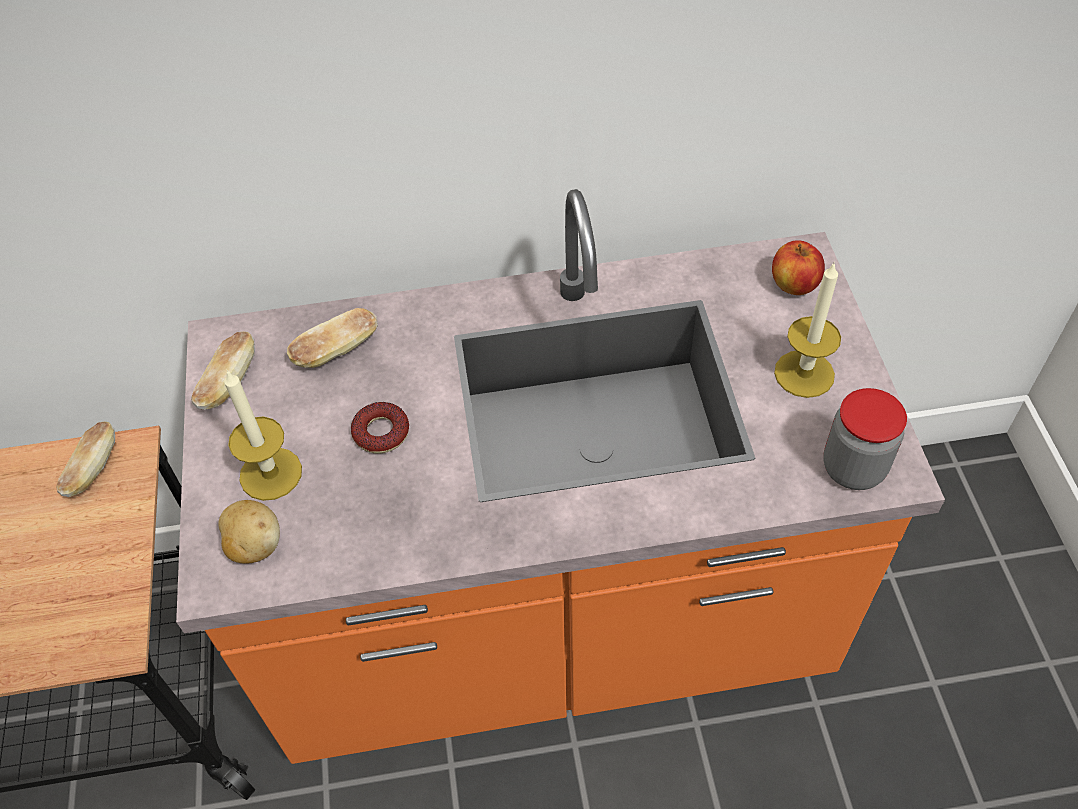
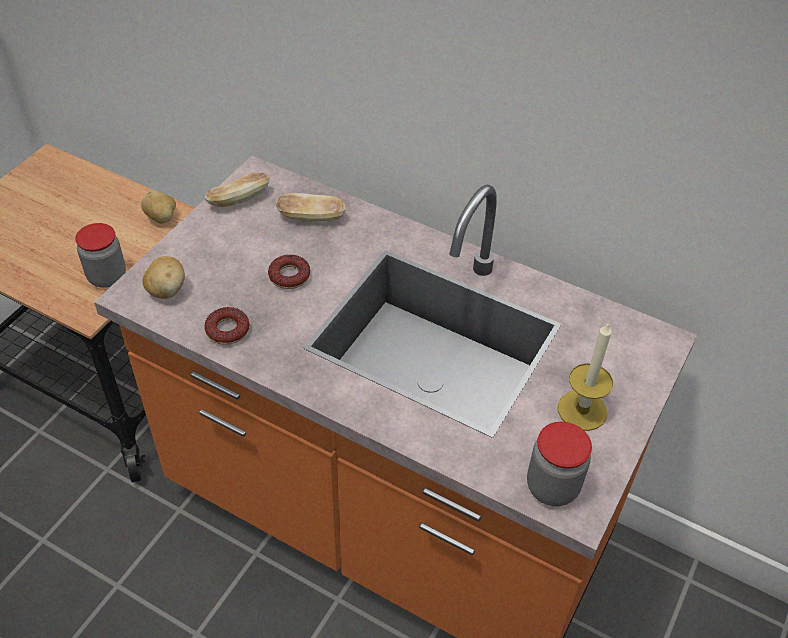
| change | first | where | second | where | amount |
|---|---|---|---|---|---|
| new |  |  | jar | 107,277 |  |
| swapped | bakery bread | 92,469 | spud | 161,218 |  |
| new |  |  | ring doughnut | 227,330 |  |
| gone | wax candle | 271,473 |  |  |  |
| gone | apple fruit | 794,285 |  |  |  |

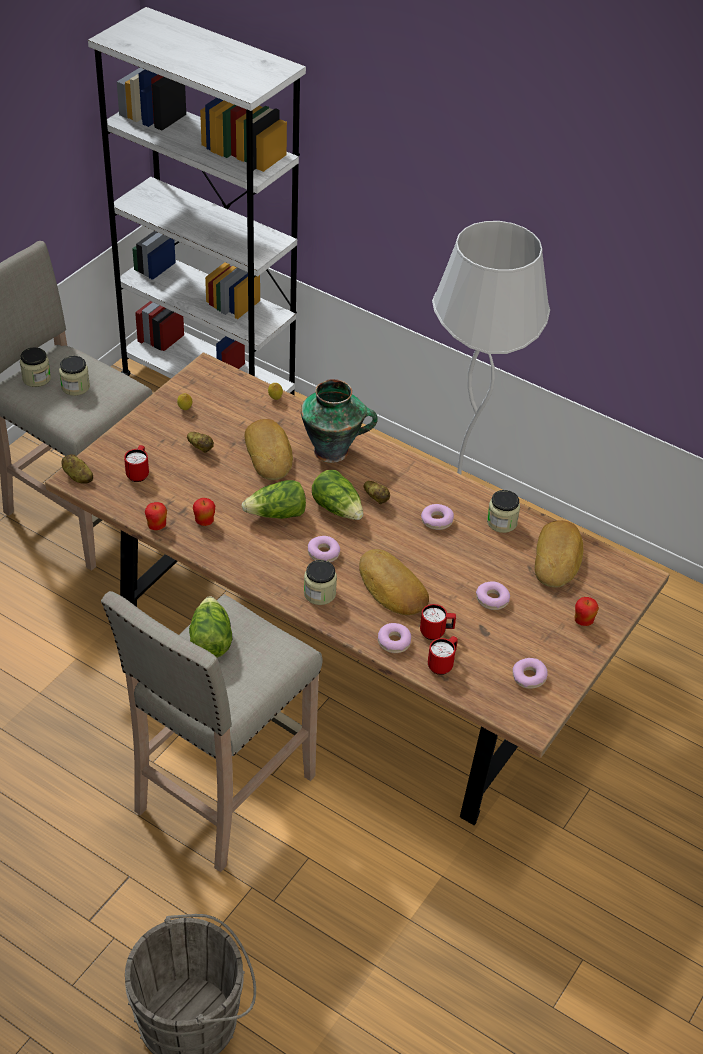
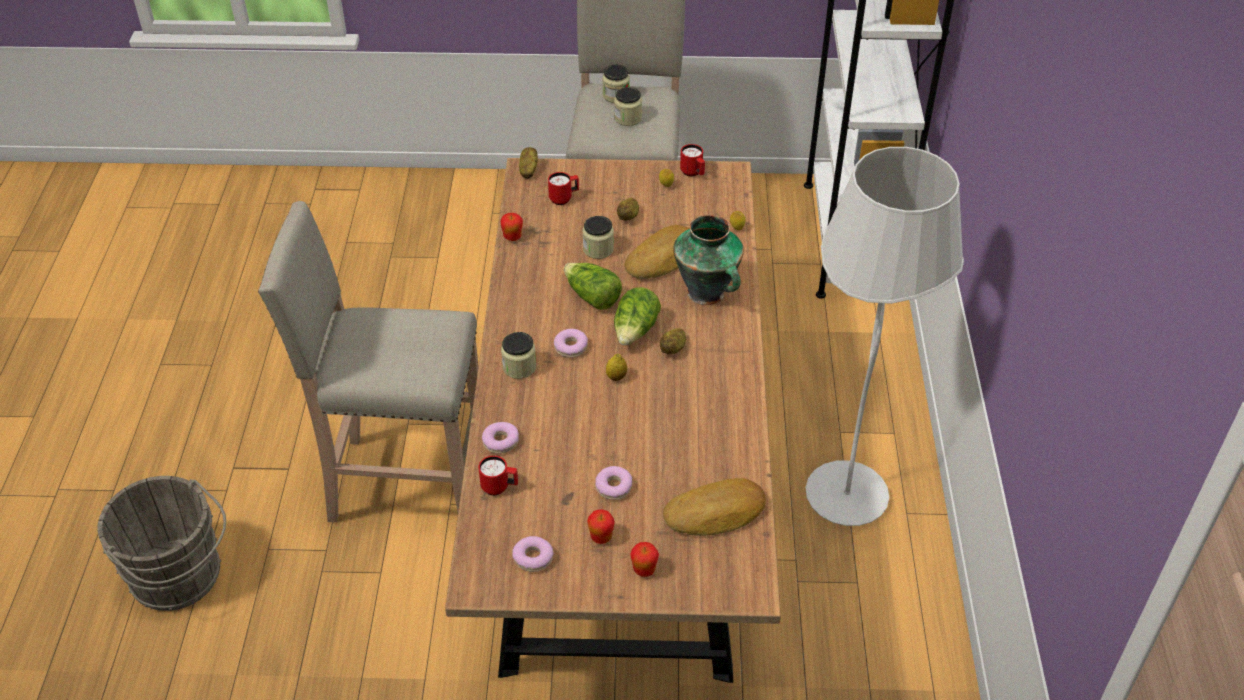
| change | first | where | second | where | amount |
|---|---|---|---|---|---|
| shifted | jar | 501,522 |  | 598,249 |  |
| shifted | apple fruit | 204,522 |  | 601,537 |  |
| new |  |  | lemon | 616,377 |  |
| shifted | red-coloured coffee mug | 436,632 |  | 693,173 |  |
| gone | lettuce head | 210,640 |  |  |  |
| gone | bakery bread | 391,588 |  |  |  |
| gone | ring doughnut | 437,521 |  |  |  |

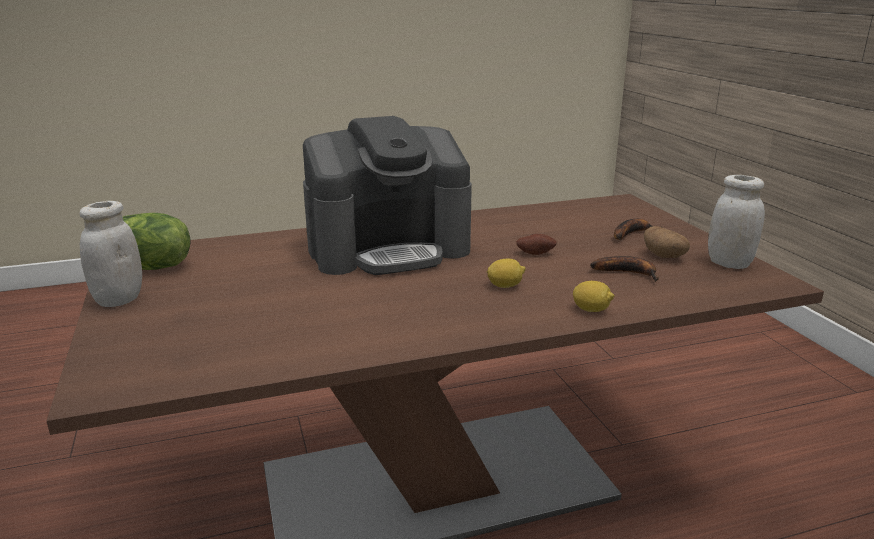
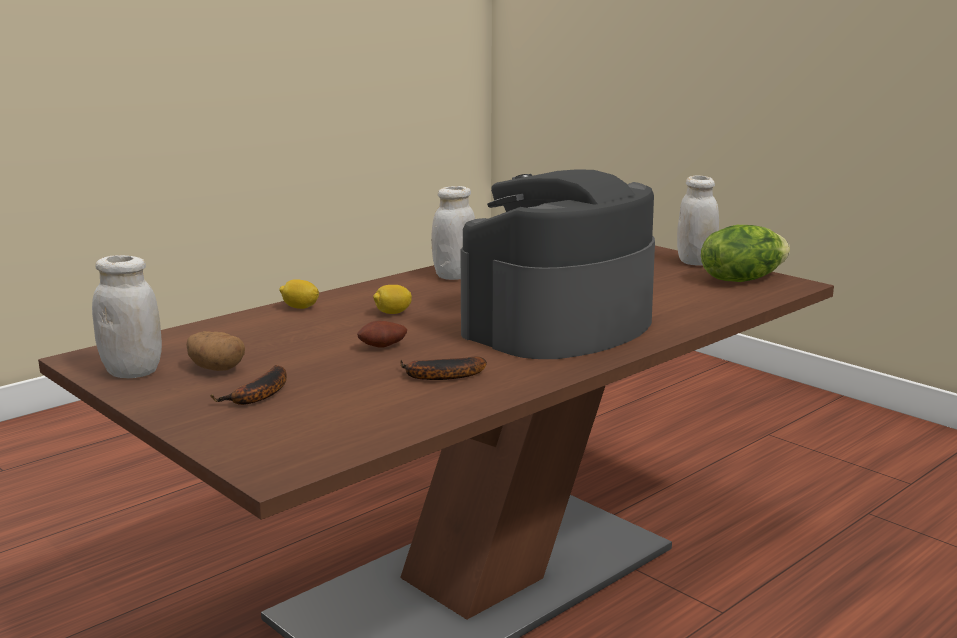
| change | first | where | second | where | amount |
|---|---|---|---|---|---|
| shifted | banana fruit | 628,273 |  | 439,376 |  |
| new |  |  | white-coloured jar | 454,276 |  |

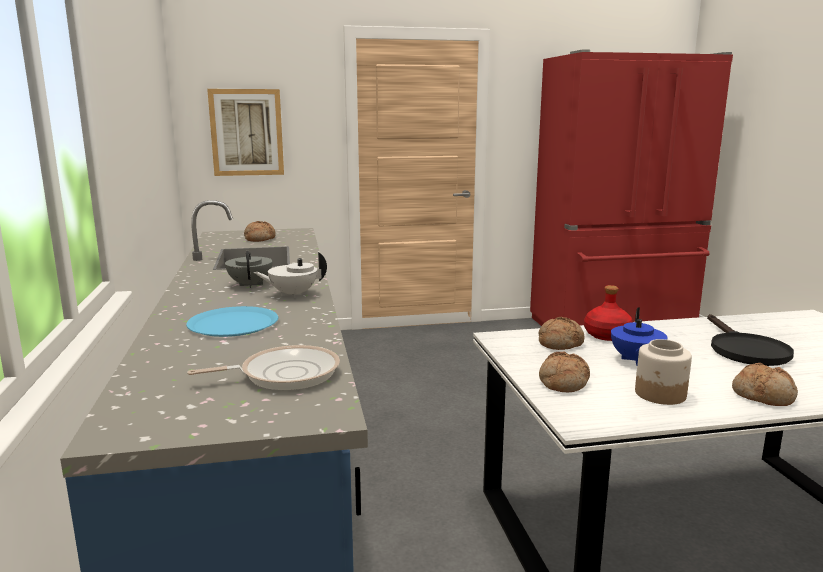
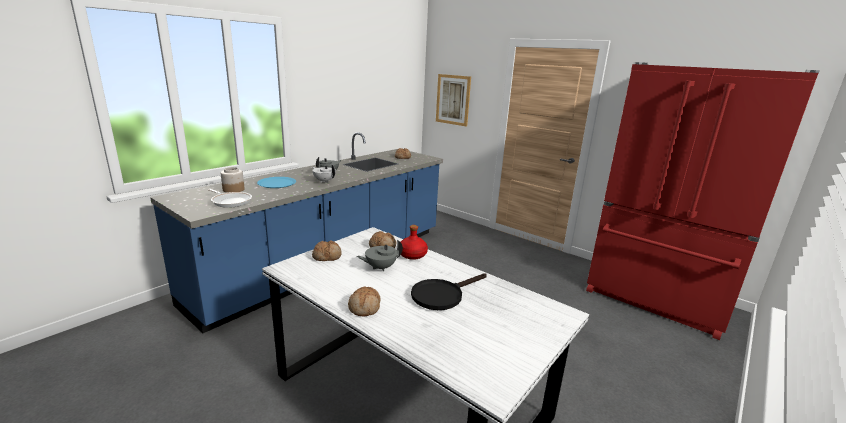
| change | first | where | second | where | amount |
|---|---|---|---|---|---|
| shifted | jar | 660,394 |  | 233,190 |  |
| repainted | bluish pot for tea | 635,360 | greyish pot for tea | 380,267 |  |

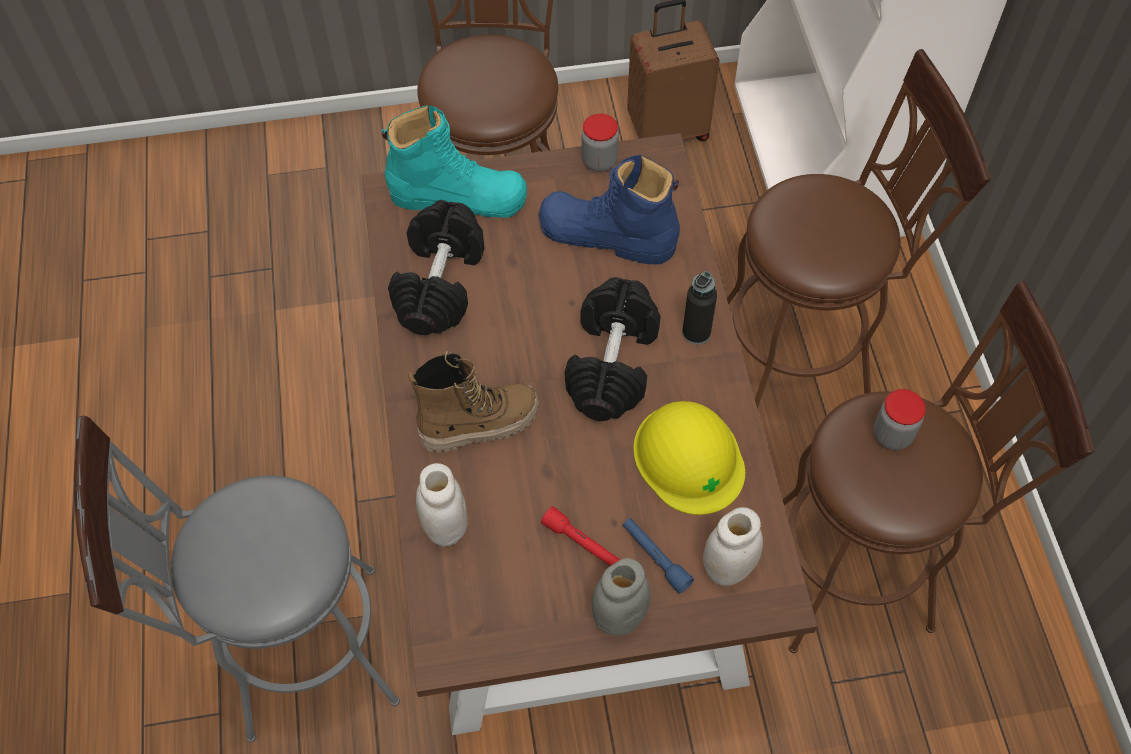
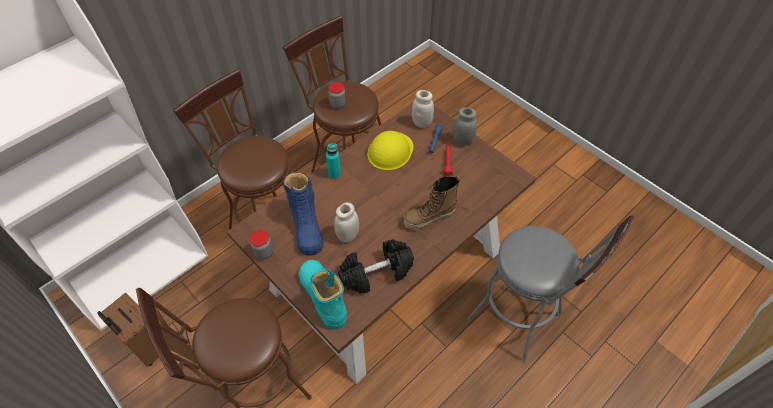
| change | first | where | second | where | amount |
|---|---|---|---|---|---|
| repainted | black-coloured bottle | 696,332 | turquoise bottle | 334,174 |  |
| shifted | white-coloured jar | 445,527 |  | 348,235 |  |
| rotated | high-top boot | 479,424 |  | 429,218 | 60 degrees counterclockwise |
| gone | black-coloured dumbbell | 612,364 |  |  |  |

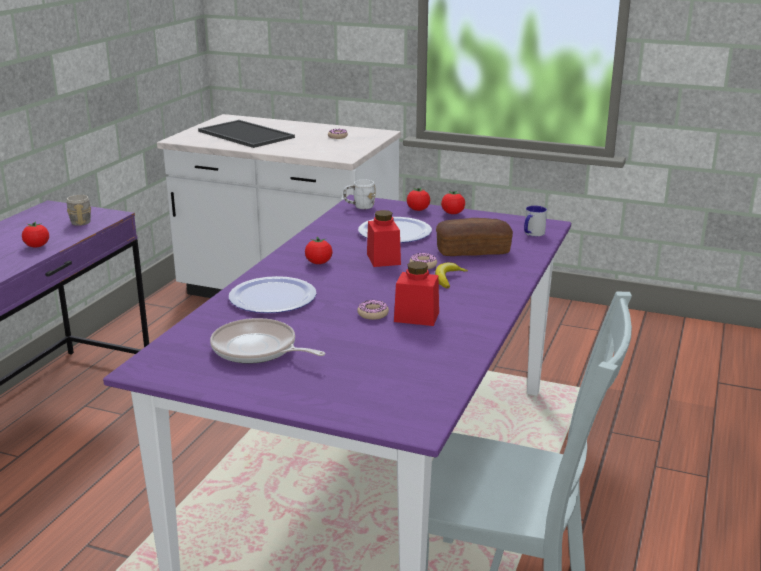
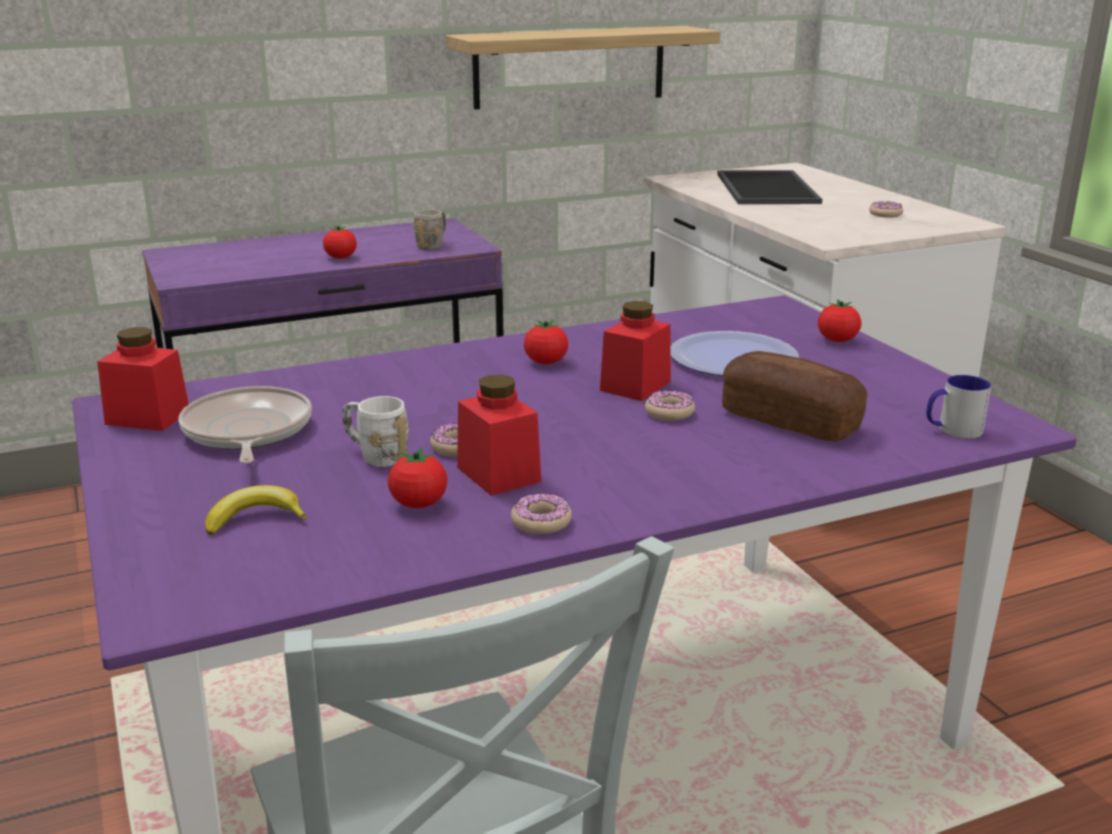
| change | first | where | second | where | amount |
|---|---|---|---|---|---|
| new |  |  | red-coloured jar | 148,417 |  |
| shifted | banana fruit | 448,279 |  | 255,519 |  |
| shifted | white-coloured coffee mug | 359,207 |  | 376,456 |  |
| shifted | tomato | 452,213 |  | 418,504 |  |
| new |  |  | wall shelf | 570,66 |  |
| new |  |  | ring doughnut | 541,522 |  |
| gone | dinner plate | 272,297 |  |  |  |

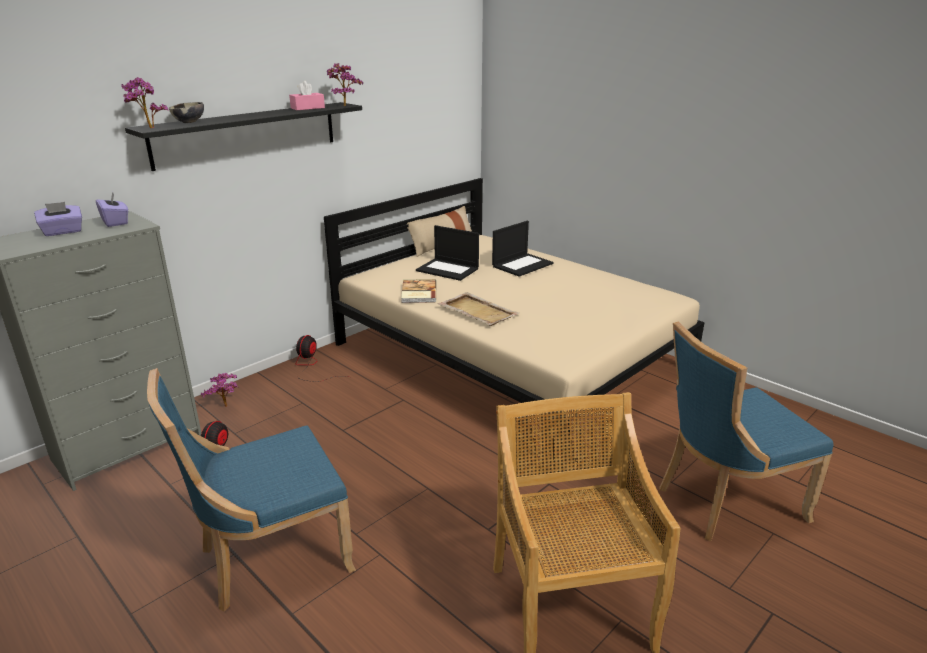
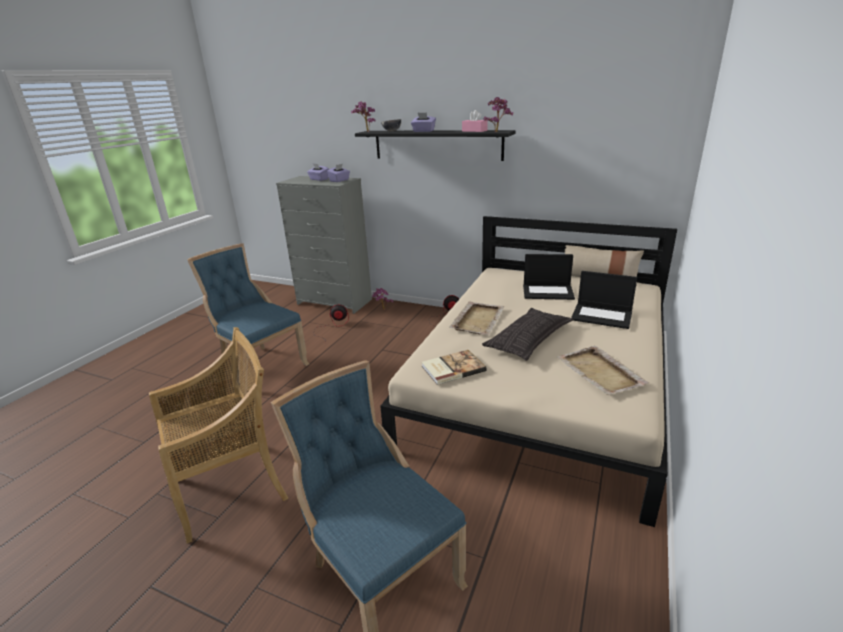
| change | first | where | second | where | amount |
|---|---|---|---|---|---|
| new |  |  | purple tissue holder | 423,131 |  |
| shifted | volume | 418,293 |  | 452,368 |  |
| new |  |  | pillow | 528,339 |  |
| rotated | laptop | 448,269 |  | 548,292 | 90 degrees counterclockwise |
| new |  |  | beige carrying tray | 600,373 |  |

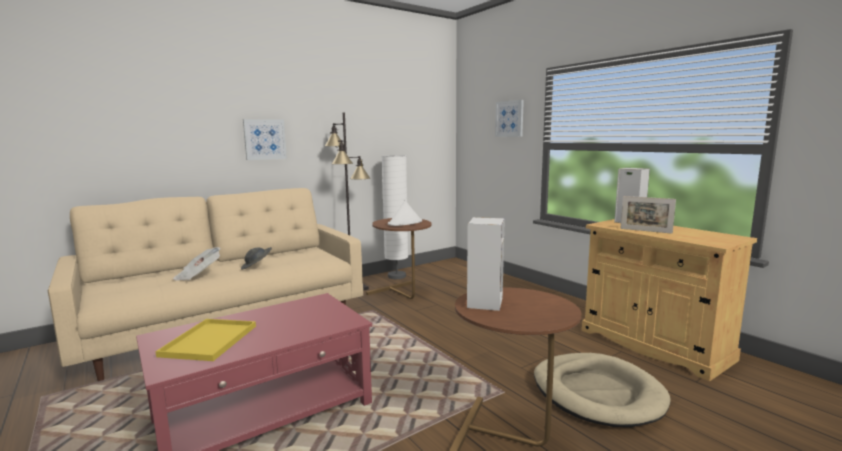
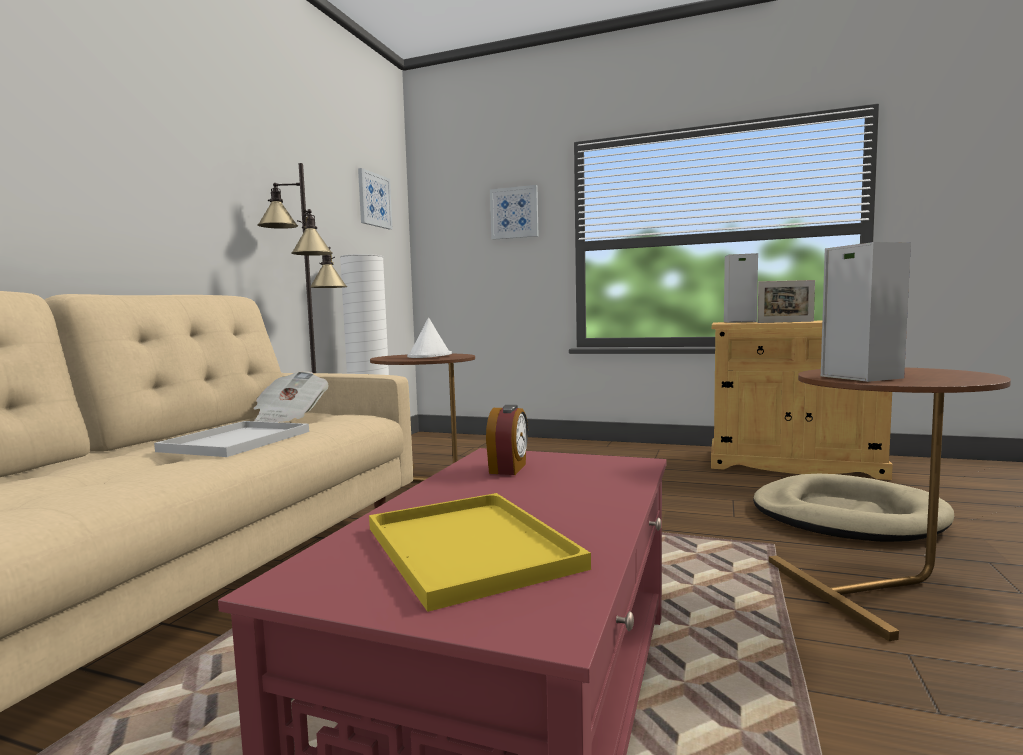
| change | first | where | second | where | amount |
|---|---|---|---|---|---|
| swapped | greyish wearable hat | 257,266 | white-coloured carrying tray | 236,441 |  |
| shifted | printed paper | 198,276 |  | 289,418 |  |
| shifted | wall picture | 264,139 |  | 374,200 |  |
| new |  |  | alarm clock | 509,469 |  |

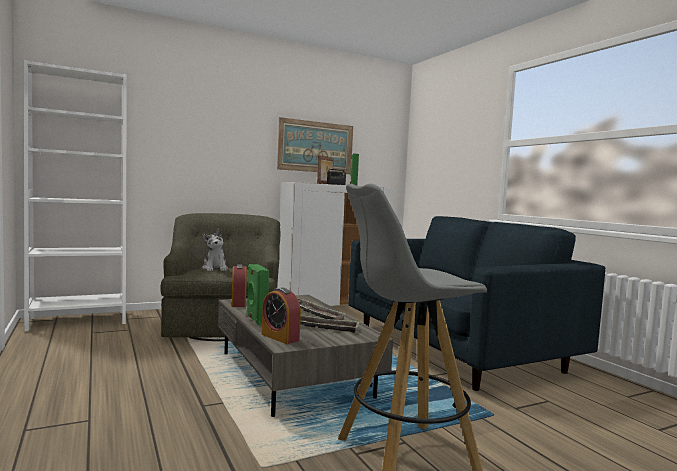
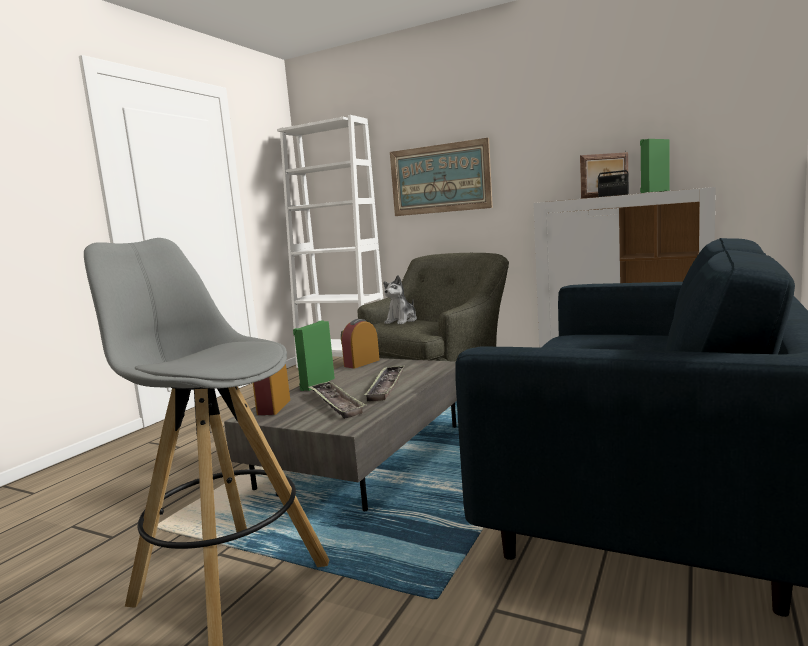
| change | first | where | second | where | amount |
|---|---|---|---|---|---|
| shifted | wall picture | 315,147 |  | 440,179 |  |

